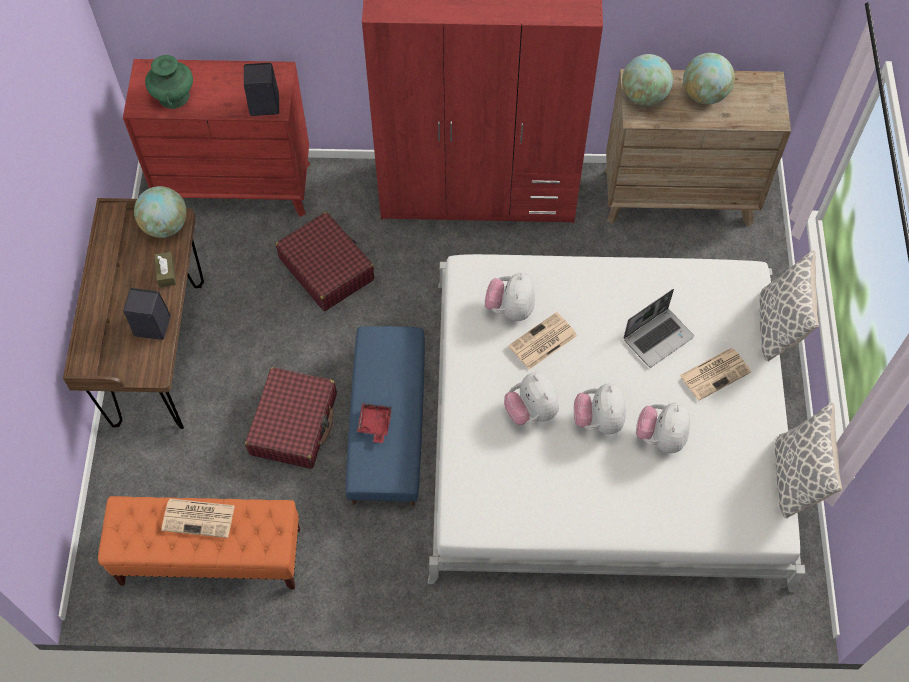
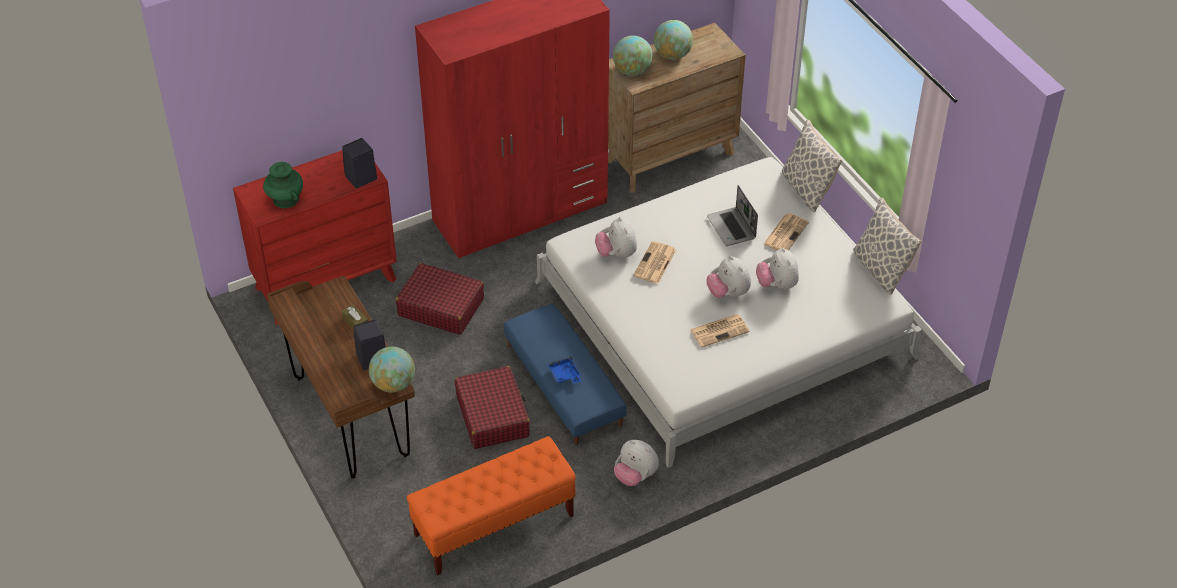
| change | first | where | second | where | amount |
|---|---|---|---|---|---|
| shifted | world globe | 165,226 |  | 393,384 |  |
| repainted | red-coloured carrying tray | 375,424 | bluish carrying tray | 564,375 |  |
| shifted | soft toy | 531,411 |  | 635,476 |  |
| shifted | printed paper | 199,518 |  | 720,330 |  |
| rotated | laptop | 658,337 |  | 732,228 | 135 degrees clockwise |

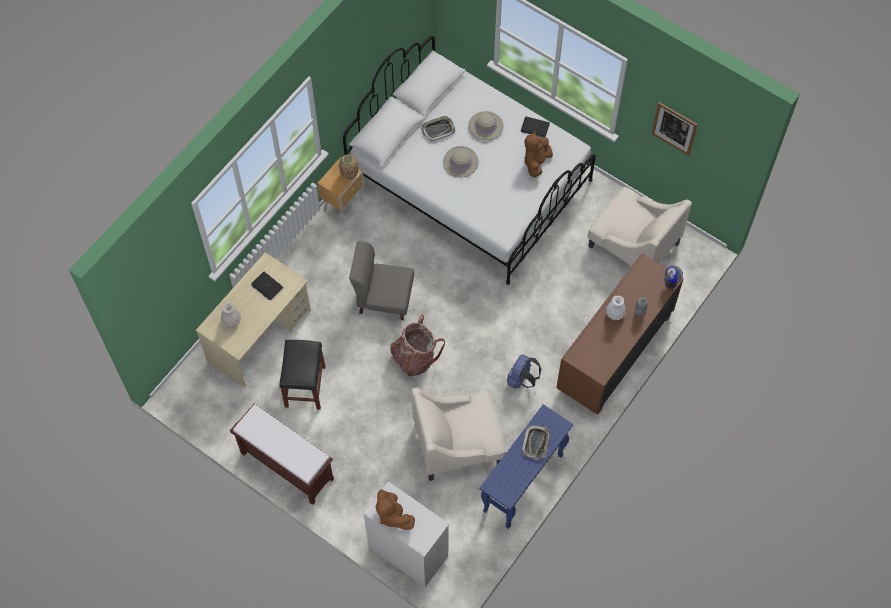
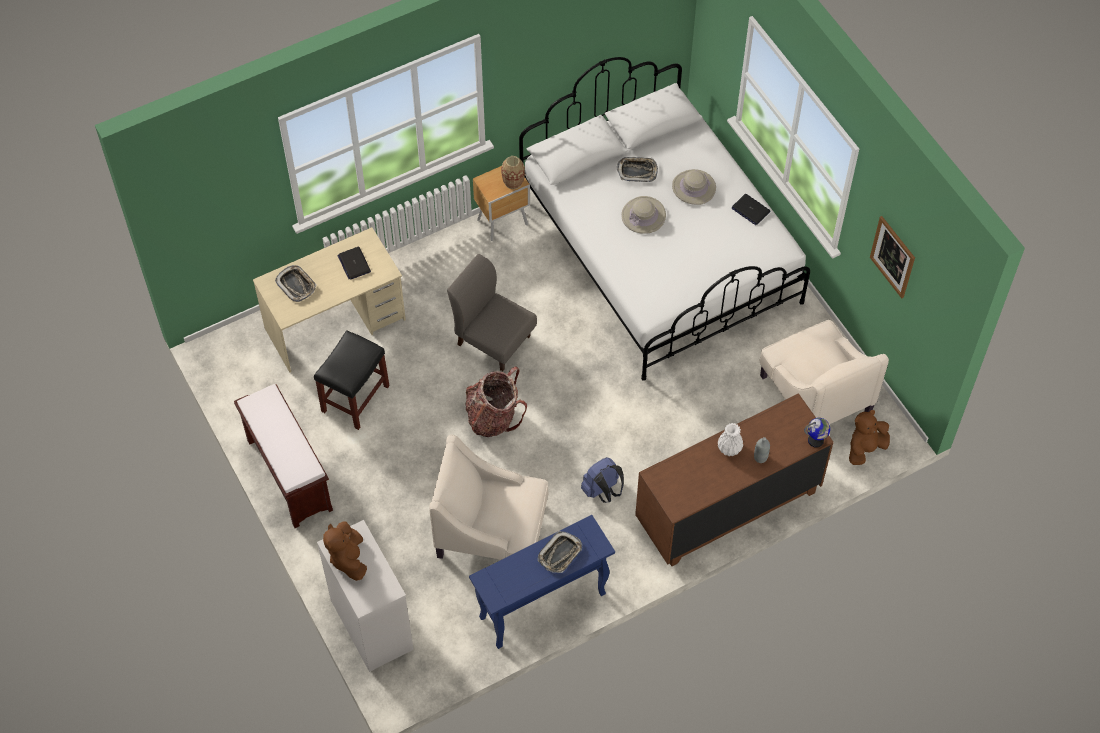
| change | first | where | second | where | amount |
|---|---|---|---|---|---|
| swapped | white-coloured decorative vase | 232,321 | carrying tray | 296,285 |  |
| shifted | brownish soft toy | 536,162 |  | 865,448 |  |

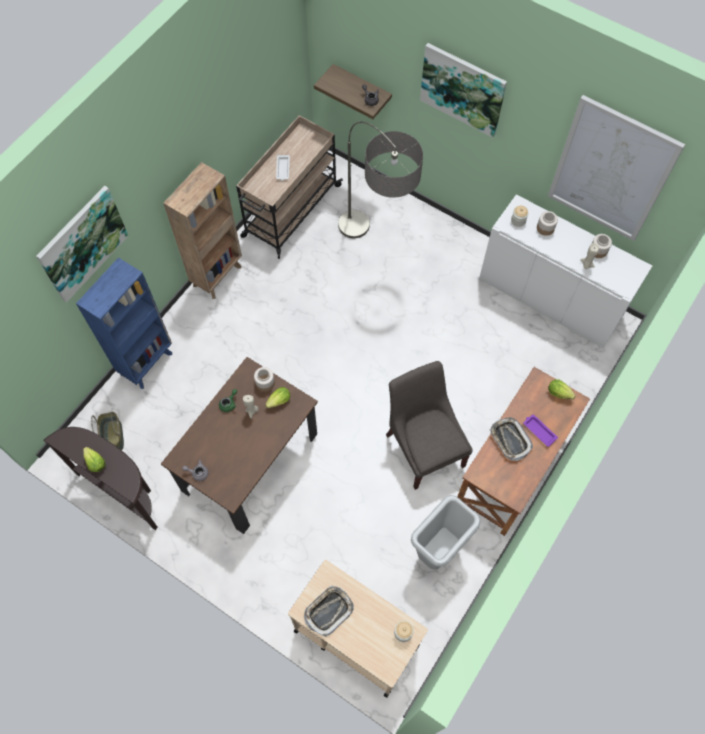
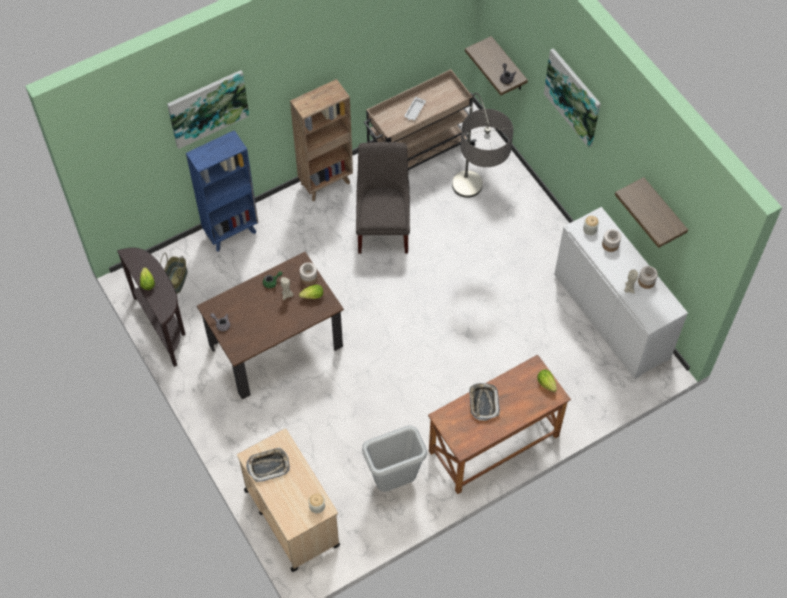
| change | first | where | second | where | amount |
|---|---|---|---|---|---|
| shifted | greyish upright chair | 424,446 |  | 383,226 |  |
| swapped | wall picture | 611,171 | wall shelf | 663,210 |  |
| gone | purple carrying tray | 539,431 |  |  |  |

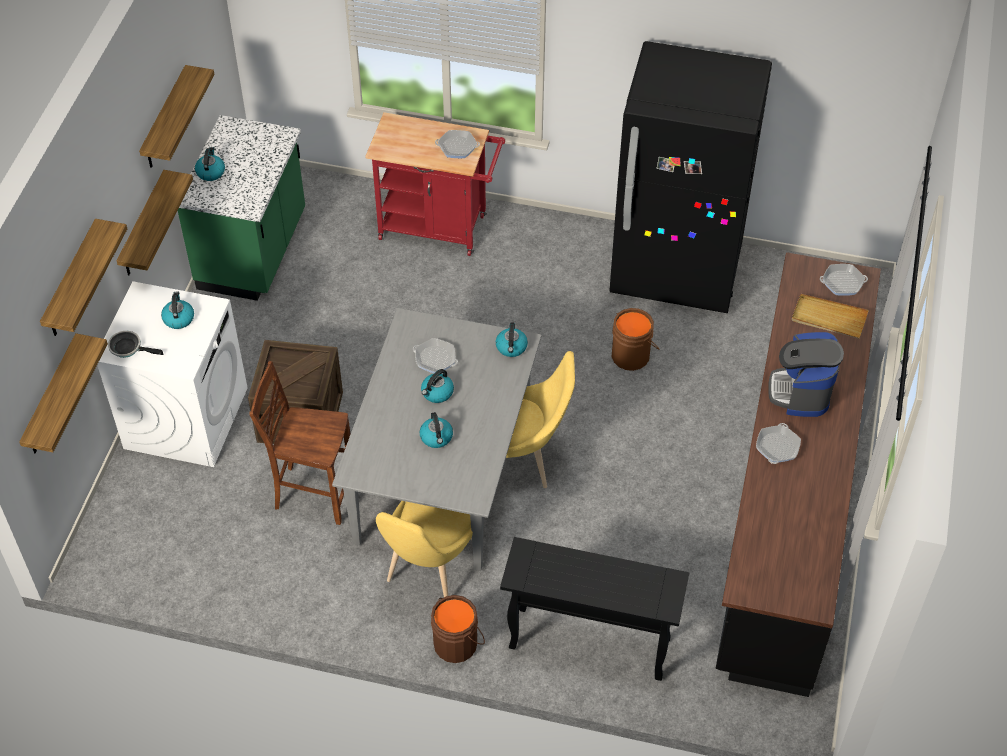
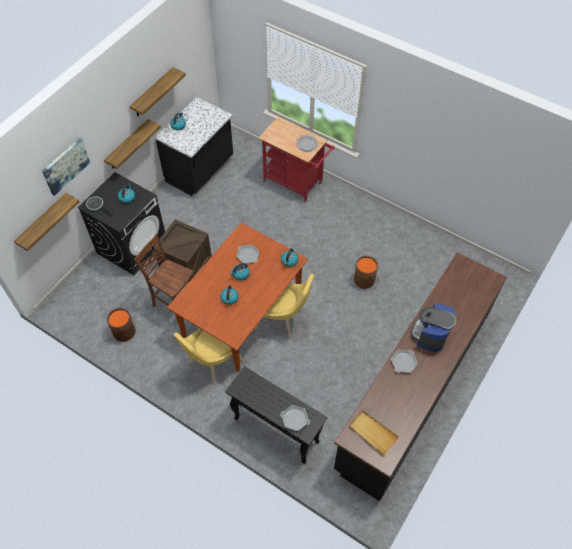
| change | first | where | second | where | amount |
|---|---|---|---|---|---|
| swapped | wall shelf | 72,281 | wall picture | 65,166 |  |
| repainted | white-coloured laundry machine | 186,417 | black-coloured laundry machine | 132,246 |  |
| shifted | brownish pail | 457,643 |  | 125,332 |  |
| repainted | green-coloured counter | 254,252 | black-coloured counter | 200,170 |  |
| repainted | greyish dinner table | 444,474 | brownish dinner table | 242,314 |  |
| shifted | pan | 842,283 |  | 295,419 |  |
| shifted | beige carrying tray | 828,318 |  | 372,433 |  |
| gone | black-coloured fridge | 676,271 |  |  |  |

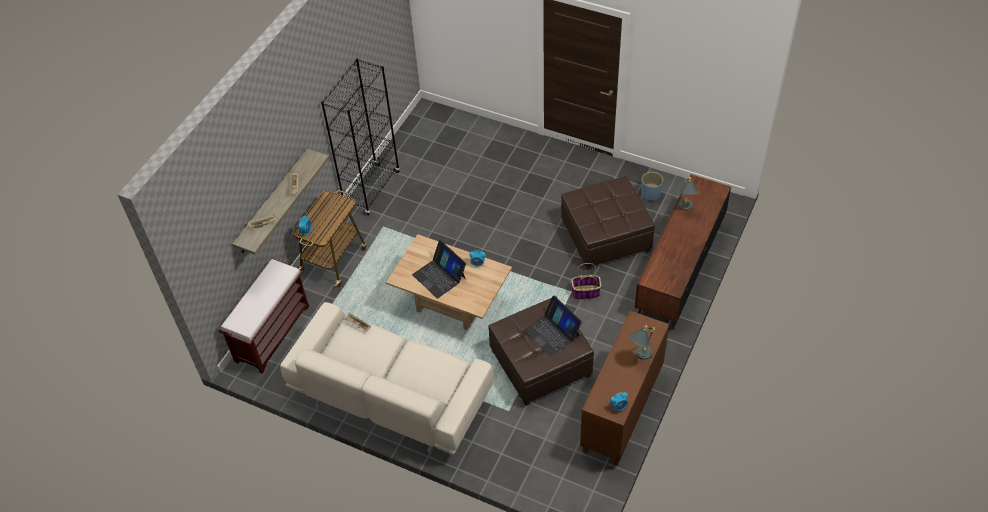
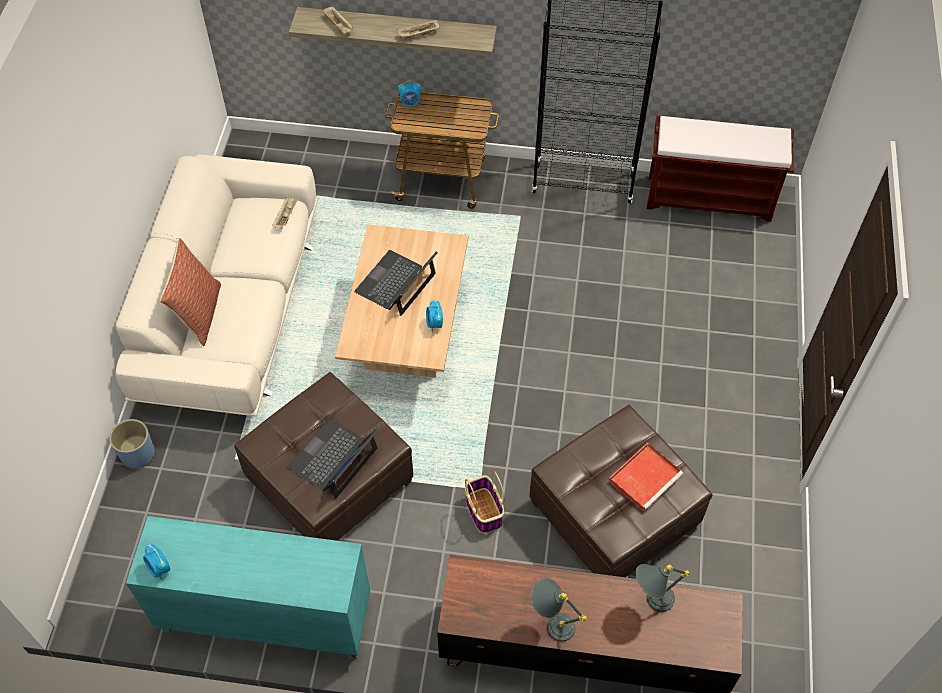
| change | first | where | second | where | amount |
|---|---|---|---|---|---|
| shifted | bluish flower pot | 650,194 |  | 137,454 |  |
| repainted | brownish storage cabinet | 622,411 | turquoise storage cabinet | 265,618 |  |
| new |  |  | pillow | 199,313 |  |
| shifted | greyish lamp for a table | 640,356 |  | 551,622 |  |
| new |  |  | red-coloured carrying tray | 645,477 |  |
| shifted | brownish long seat | 272,332 |  | 710,198 |  |

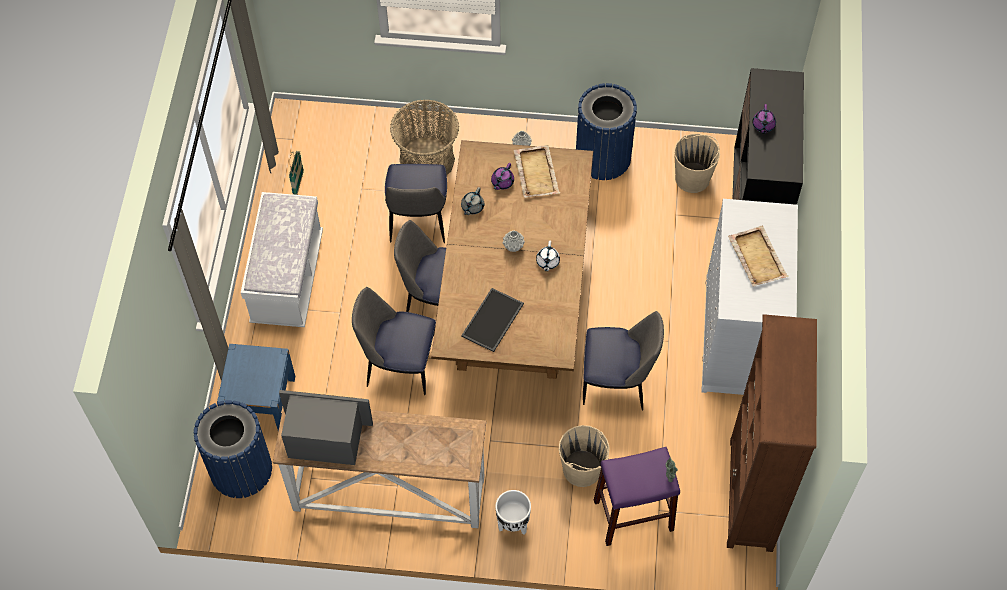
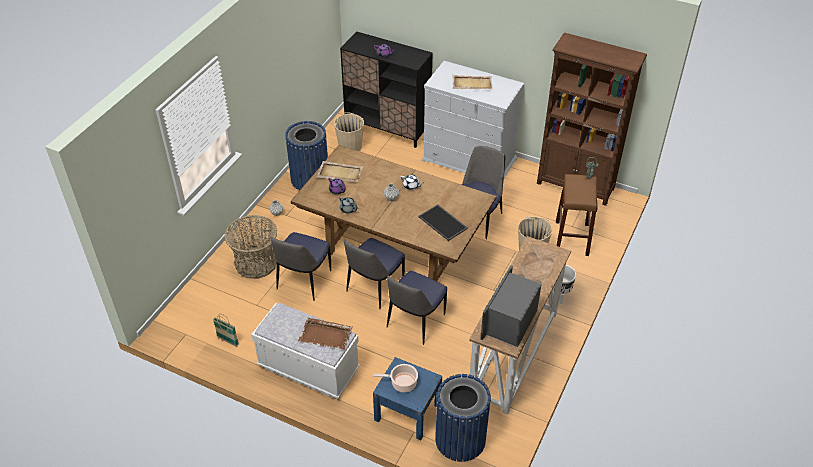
| change | first | where | second | where | amount |
|---|---|---|---|---|---|
| rotated | upright chair | 418,221 |  | 303,281 | 90 degrees clockwise |
| new |  |  | brownish carrying tray | 326,335 |  |
| new |  |  | saucepot | 402,383 |  |
| repainted | purple stool | 633,515 | brownish stool | 571,238 |  |

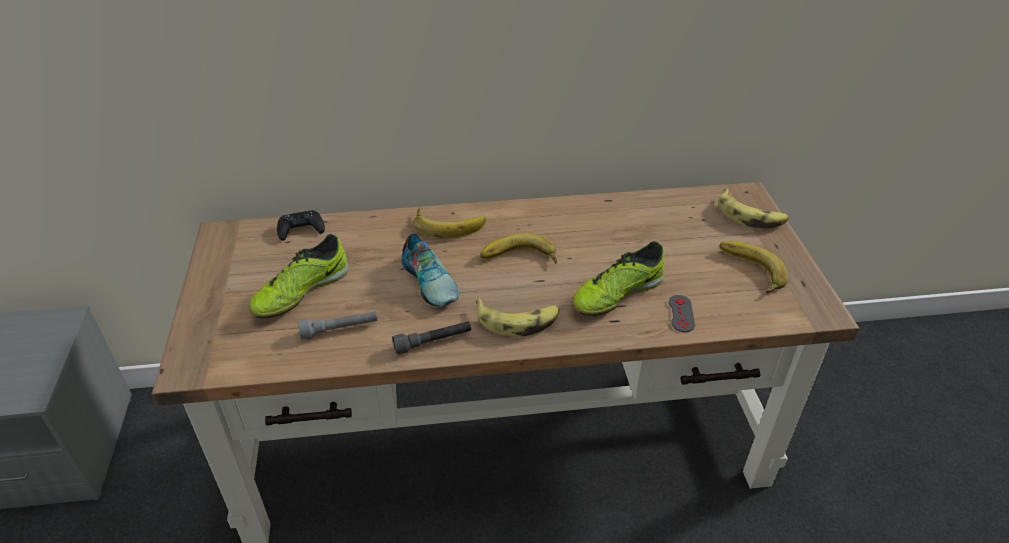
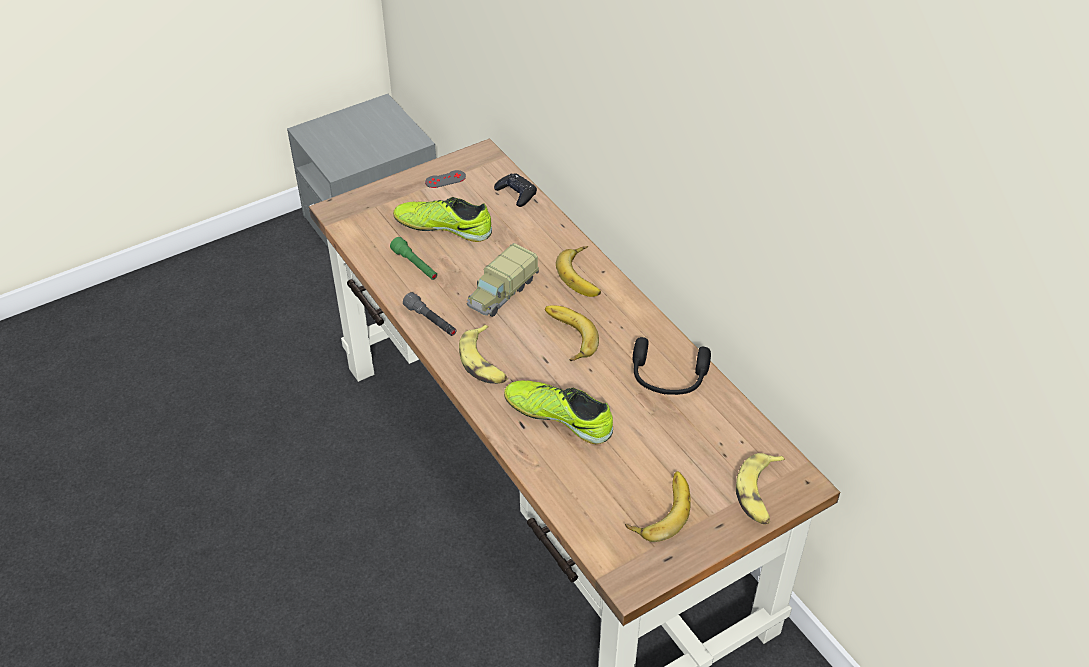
| change | first | where | second | where | amount |
|---|---|---|---|---|---|
| repainted | greyish hand torch | 339,329 | green-coloured hand torch | 415,265 |  |
| shifted | greyish game controller | 681,313 |  | 445,179 |  |
| swapped | shoe | 431,280 | model truck | 502,293 |  |
| new |  |  | black-coloured pair of headphones | 668,378 |  |

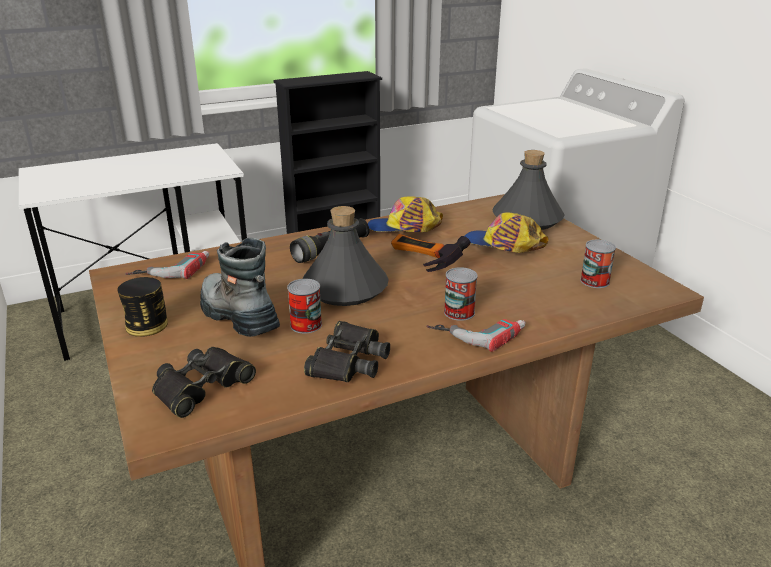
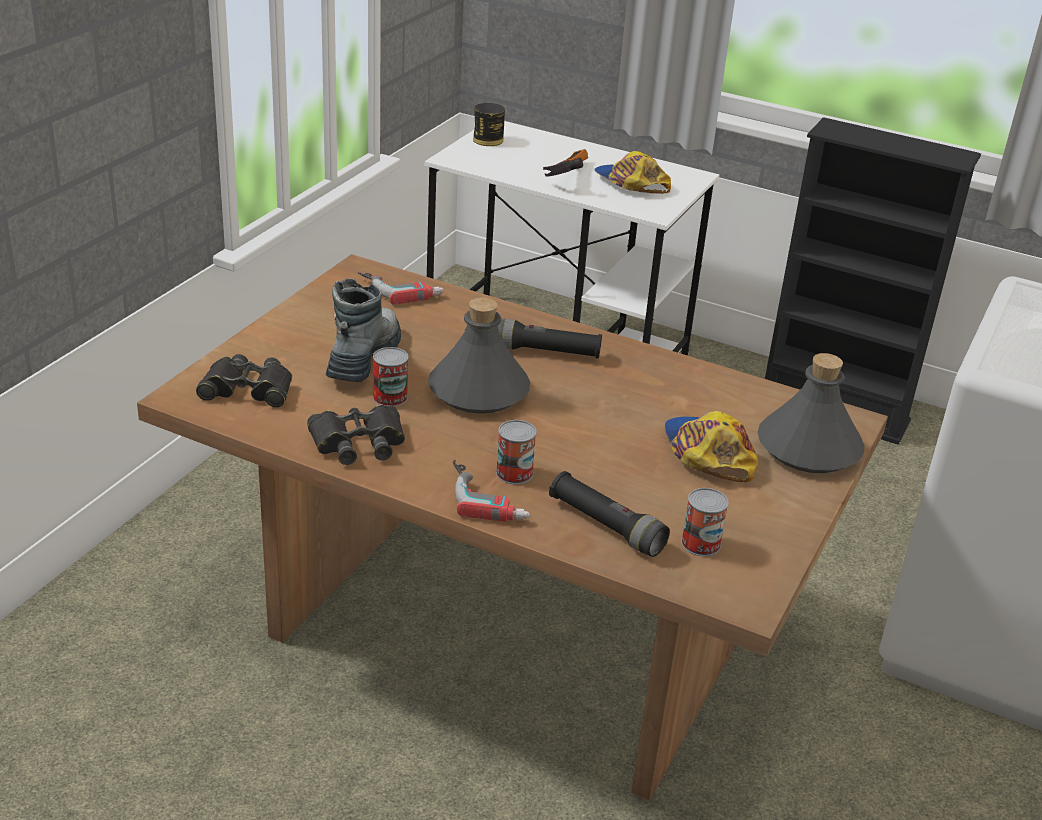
| change | first | where | second | where | amount |
|---|---|---|---|---|---|
| shifted | can | 147,325 |  | 488,140 |  |
| shifted | hand hammer | 420,264 |  | 565,176 |  |
| new |  |  | black-coloured hand torch | 606,526 |  |
| shifted | peaked cap | 404,228 |  | 630,183 |  |

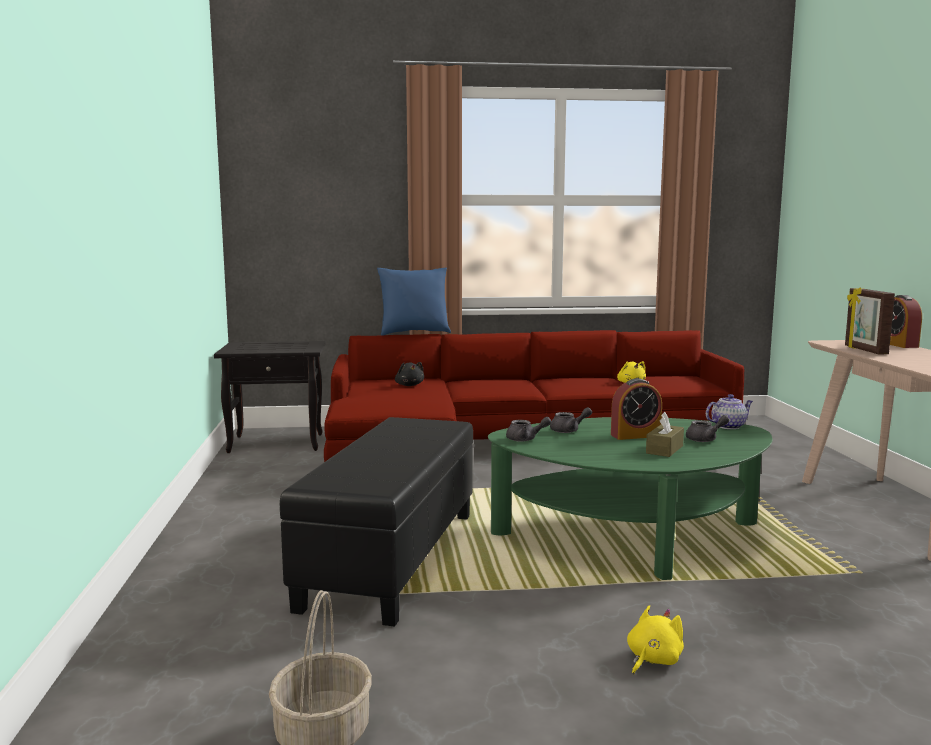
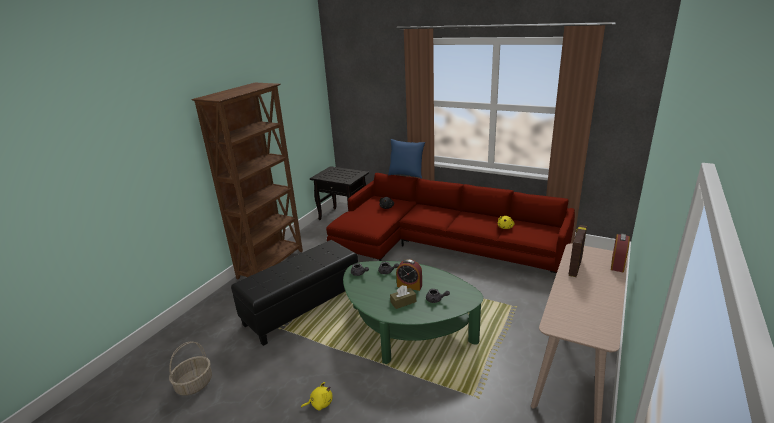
| change | first | where | second | where | amount |
|---|---|---|---|---|---|
| new |  |  | brownish bookcase | 272,264 |  |
| gone | pot for tea | 728,426 |  |  |  |

